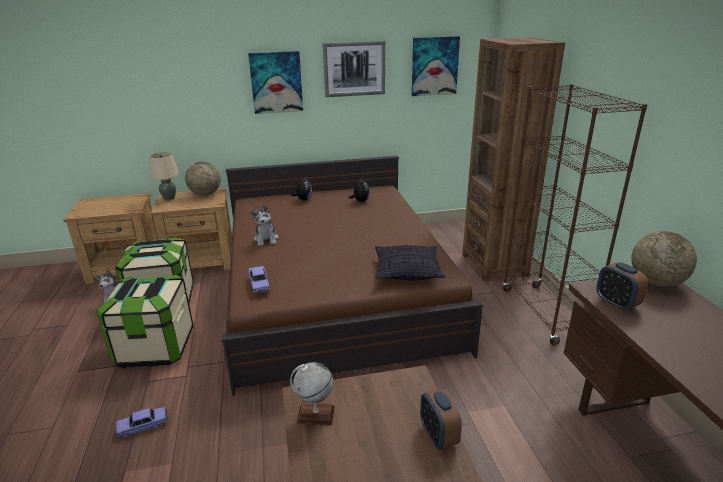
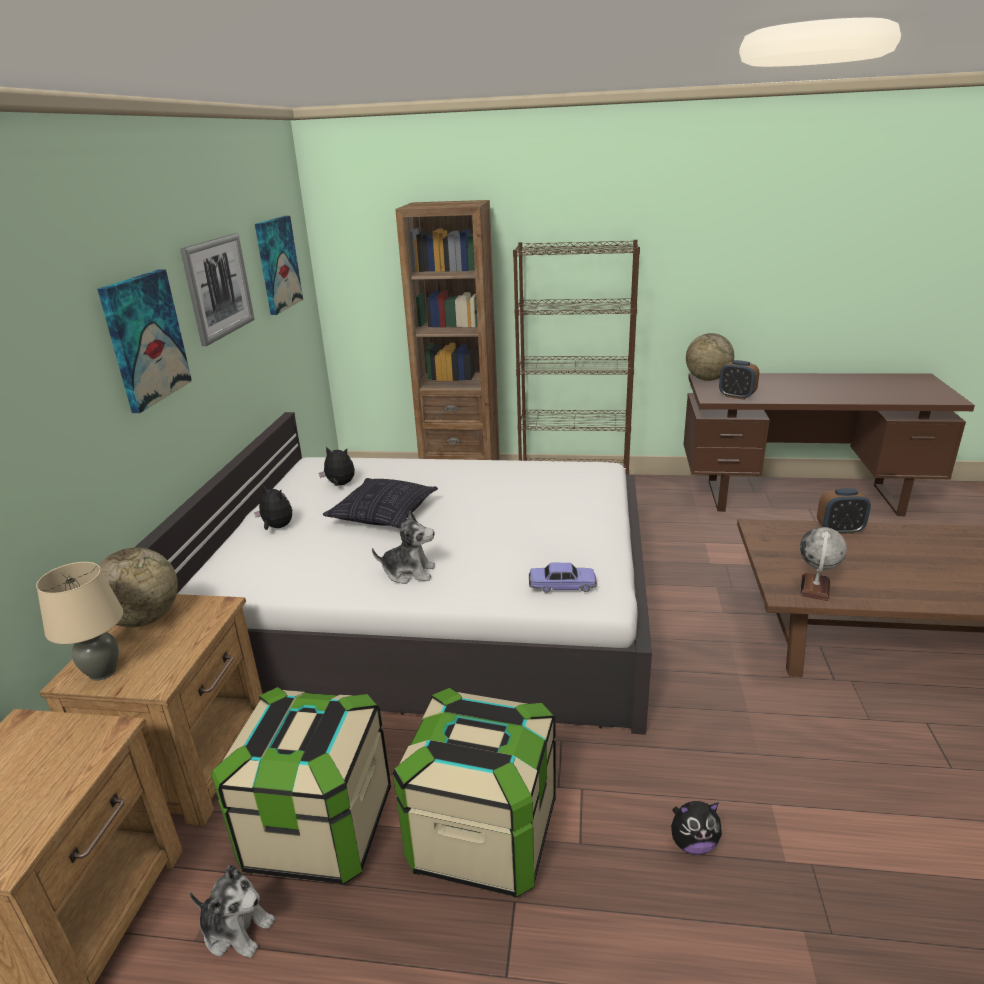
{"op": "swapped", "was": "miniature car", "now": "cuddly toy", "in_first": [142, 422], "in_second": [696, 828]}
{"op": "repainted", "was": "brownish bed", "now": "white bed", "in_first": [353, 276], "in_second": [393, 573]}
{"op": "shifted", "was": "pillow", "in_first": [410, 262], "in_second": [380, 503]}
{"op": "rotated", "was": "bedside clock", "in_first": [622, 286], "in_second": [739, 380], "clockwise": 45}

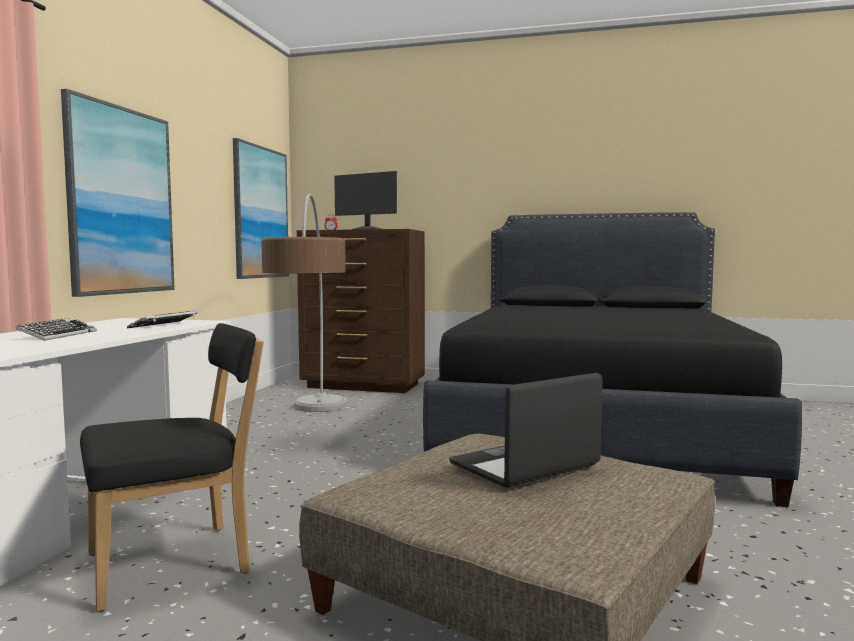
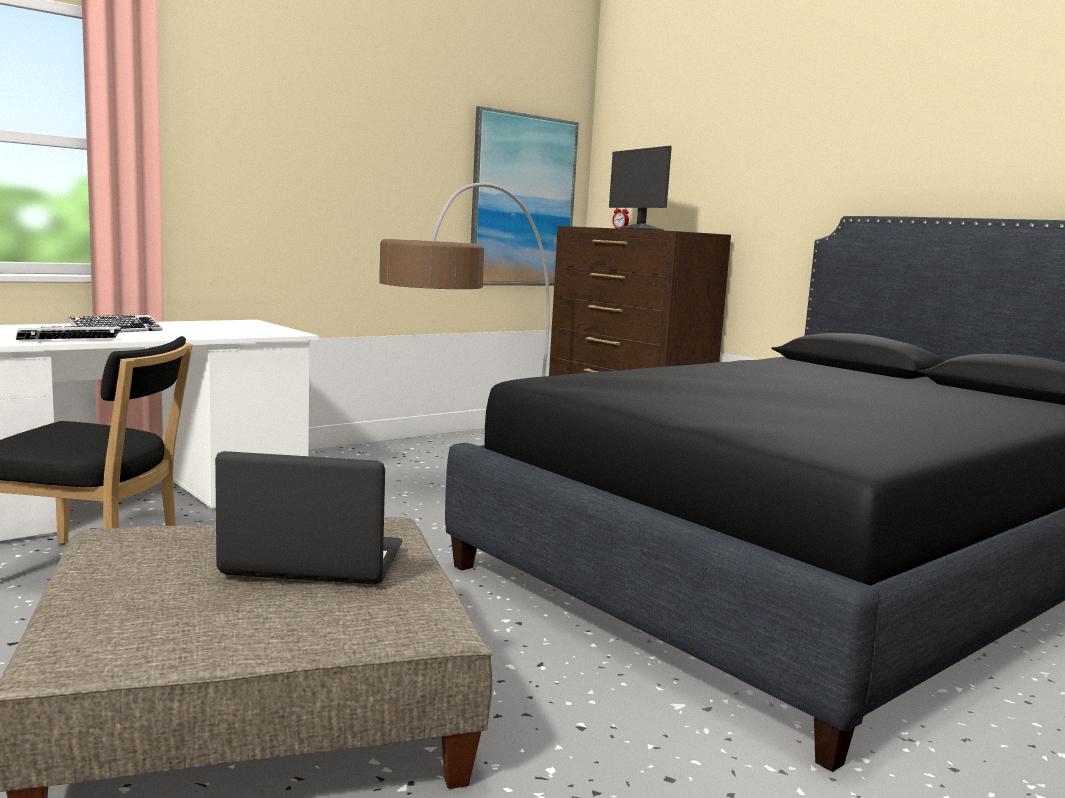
{"op": "gone", "was": "wall picture", "in_first": [118, 193]}
{"op": "shifted", "was": "keyboard", "in_first": [162, 319], "in_second": [68, 333]}

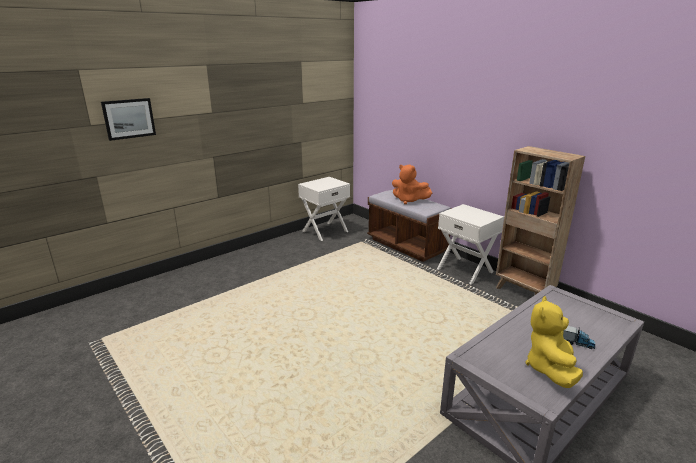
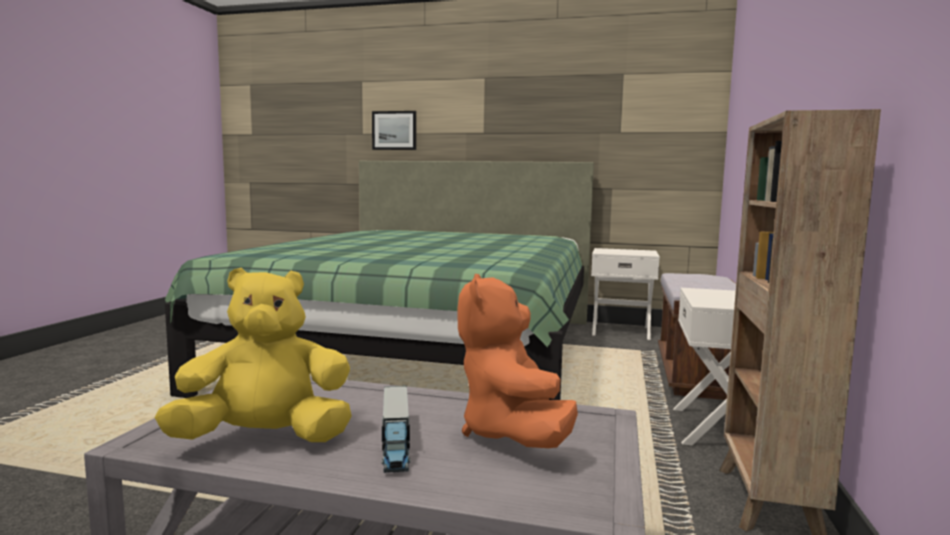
{"op": "shifted", "was": "orange cuddly toy", "in_first": [412, 184], "in_second": [517, 361]}
{"op": "new", "now": "green-coloured bed", "in_second": [379, 280]}

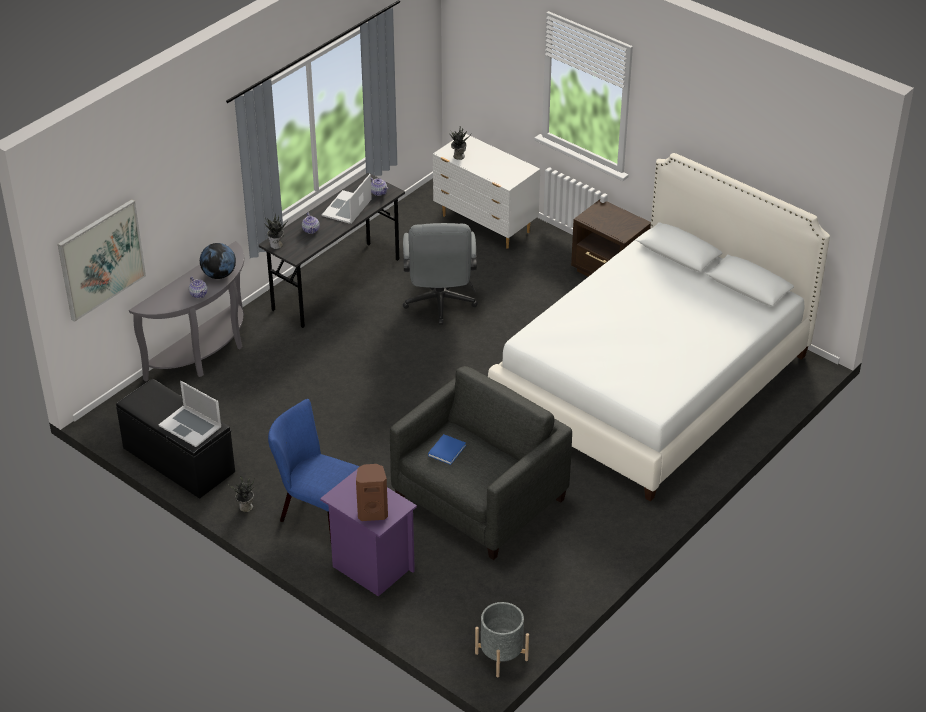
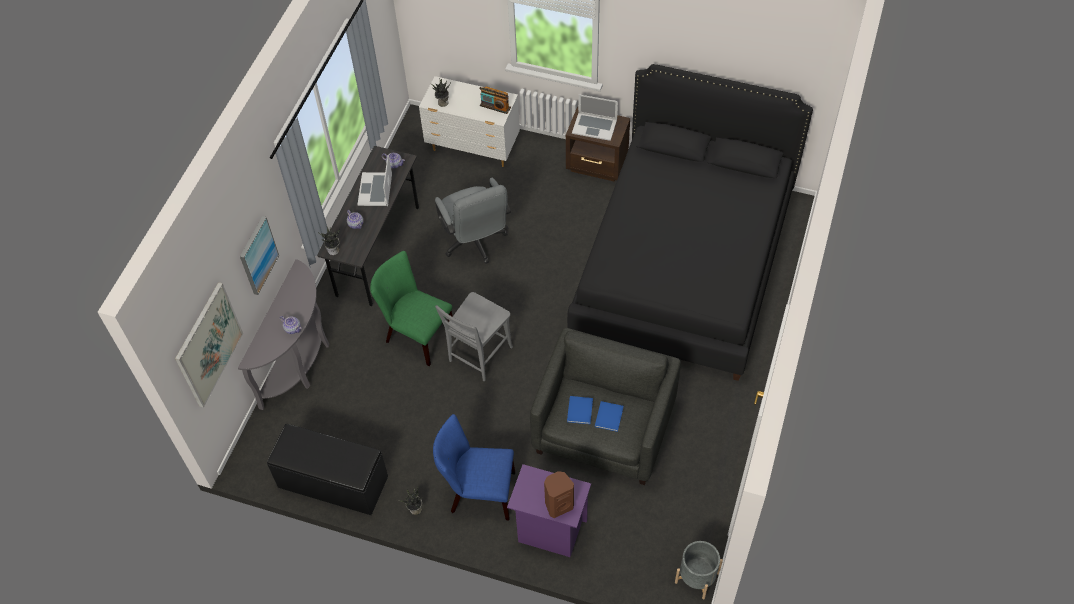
{"op": "shifted", "was": "portable computer", "in_first": [190, 414], "in_second": [595, 117]}
{"op": "gone", "was": "world globe", "in_first": [218, 261]}
{"op": "repainted", "was": "white bed", "now": "black bed", "in_first": [659, 327], "in_second": [690, 222]}
{"op": "new", "now": "wall picture", "in_second": [259, 255]}
{"op": "new", "now": "green-coloured plain chair", "in_second": [411, 308]}
{"op": "new", "now": "gray plain chair", "in_second": [474, 336]}
{"op": "new", "now": "radio set", "in_second": [495, 100]}
{"op": "new", "now": "blue book", "in_second": [609, 416]}

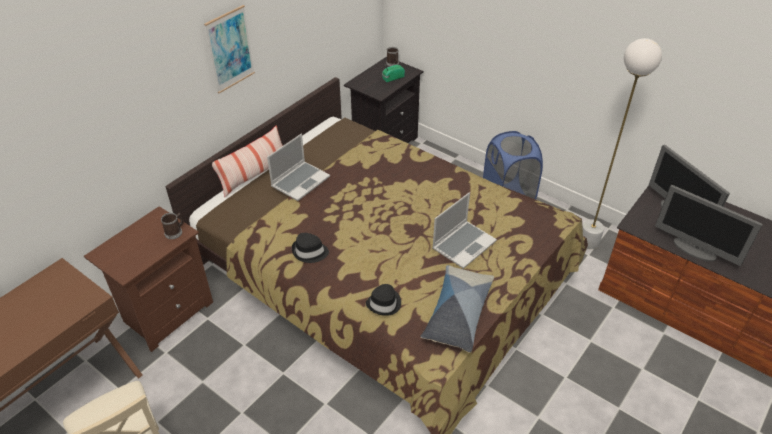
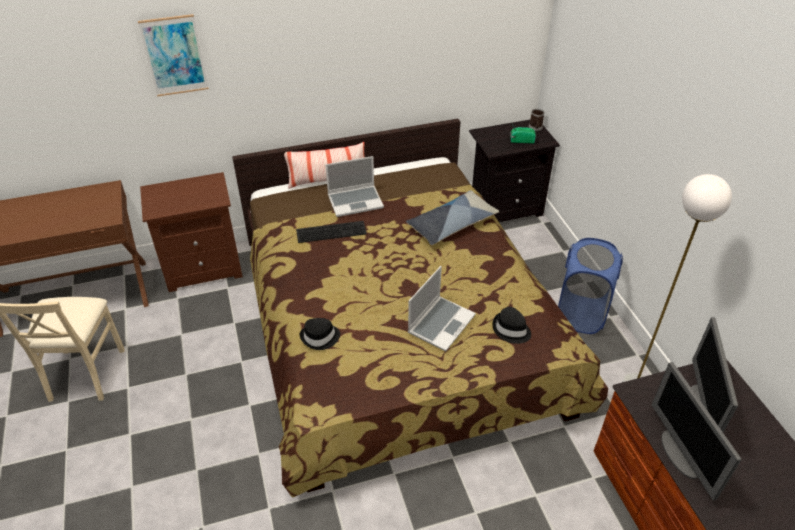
{"op": "gone", "was": "mug", "in_first": [172, 226]}
{"op": "shifted", "was": "wall picture", "in_first": [229, 49], "in_second": [173, 55]}
{"op": "shifted", "was": "black wearable hat", "in_first": [310, 248], "in_second": [511, 325]}
{"op": "shifted", "was": "pillow", "in_first": [457, 309], "in_second": [452, 217]}
{"op": "rotated", "was": "portable computer", "in_first": [464, 230], "in_second": [442, 308], "clockwise": -45}
{"op": "new", "now": "keyboard", "in_second": [331, 232]}

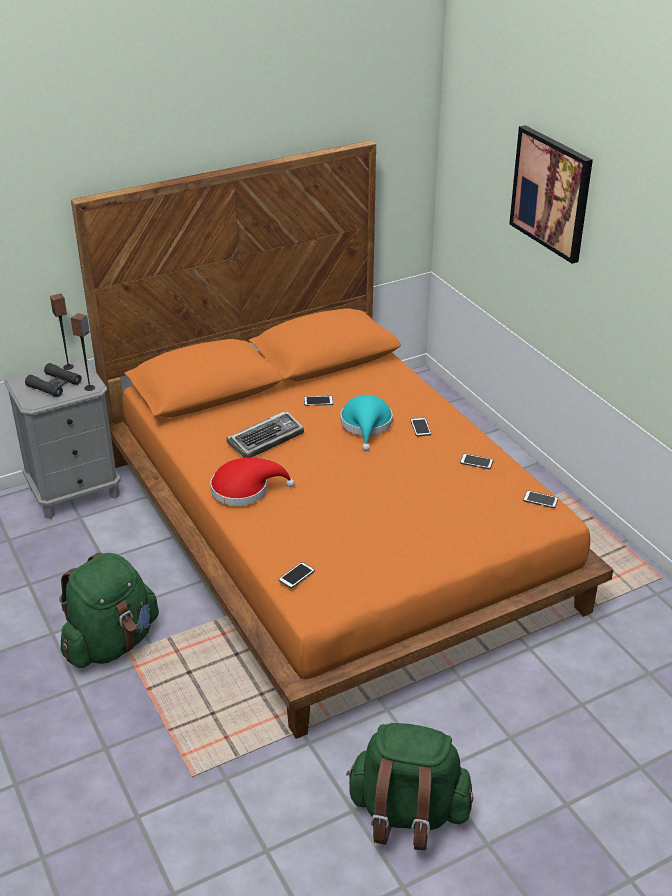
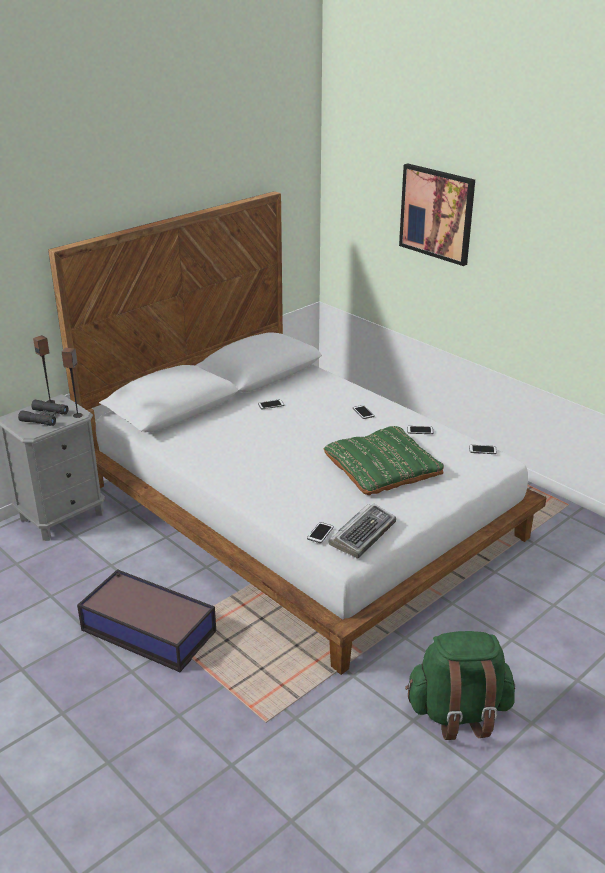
{"op": "swapped", "was": "green-coloured rucksack", "now": "storage box", "in_first": [109, 610], "in_second": [146, 620]}
{"op": "repainted", "was": "orange bed", "now": "white bed", "in_first": [342, 439], "in_second": [297, 433]}
{"op": "gone", "was": "red-coloured wearable hat", "in_first": [252, 482]}
{"op": "shifted", "was": "keyboard", "in_first": [265, 435], "in_second": [362, 531]}
{"op": "gone", "was": "turquoise-coloured wearable hat", "in_first": [366, 423]}
{"op": "new", "now": "green-coloured pillow", "in_second": [383, 460]}

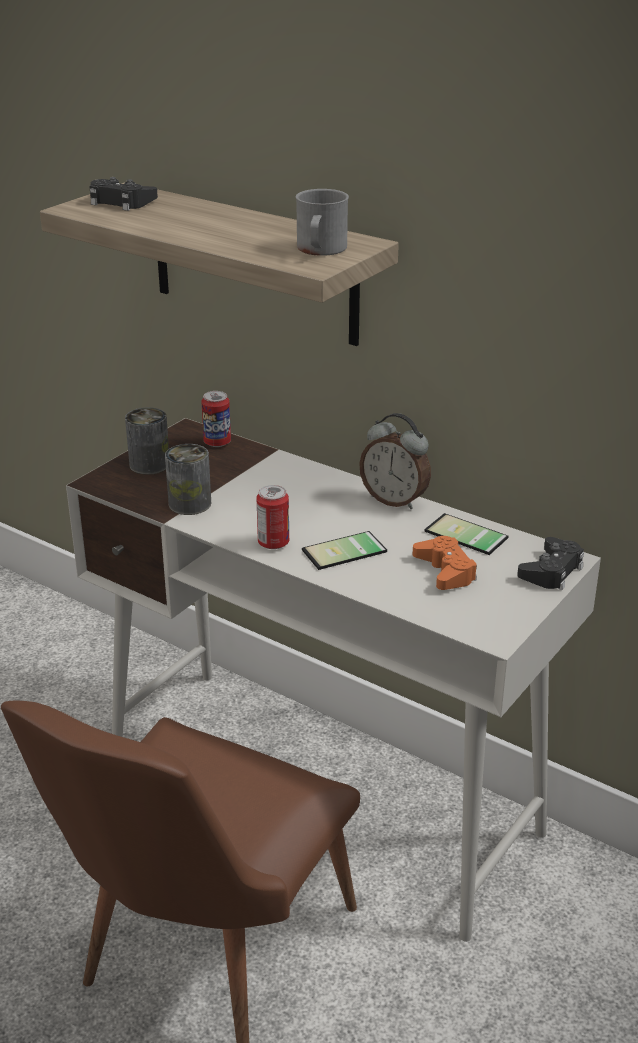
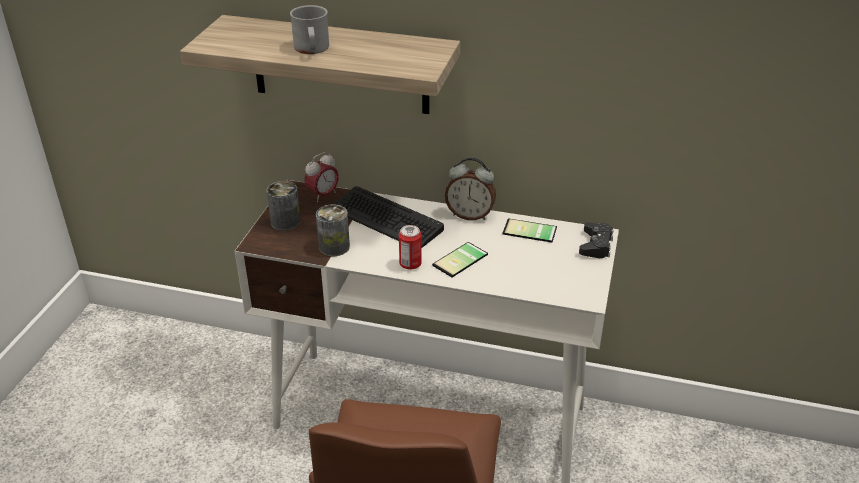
{"op": "gone", "was": "black game controller", "in_first": [123, 194]}
{"op": "swapped", "was": "sealed can", "now": "bedside clock", "in_first": [216, 419], "in_second": [321, 177]}
{"op": "shifted", "was": "gray mug", "in_first": [322, 222], "in_second": [309, 29]}
{"op": "gone", "was": "orange game controller", "in_first": [445, 563]}
{"op": "new", "now": "keyboard", "in_second": [388, 217]}

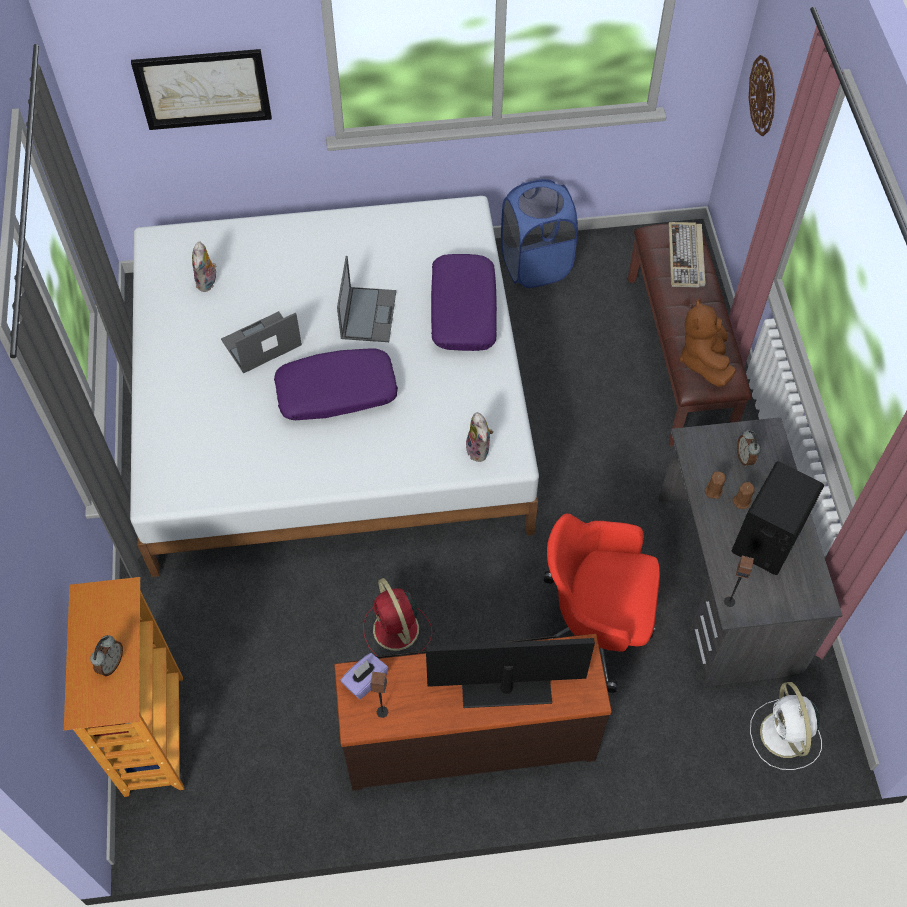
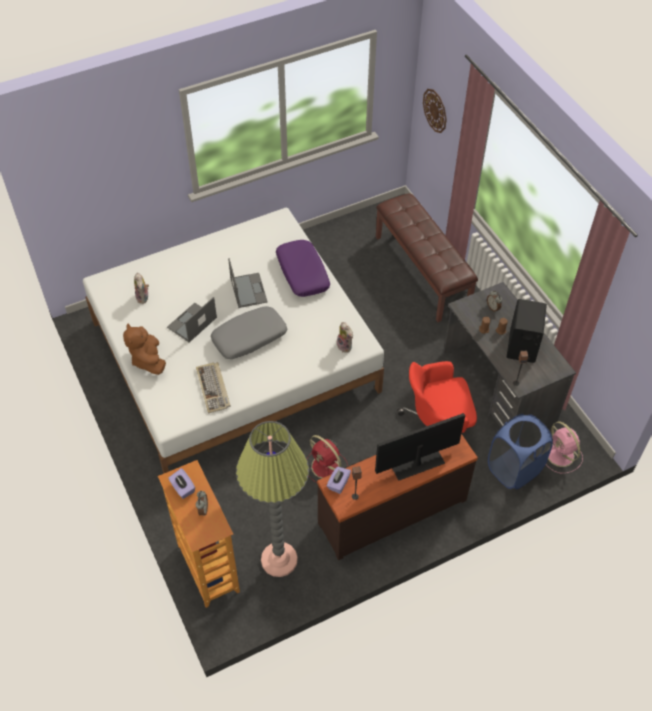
{"op": "gone", "was": "wall picture", "in_first": [201, 89]}
{"op": "repainted", "was": "purple pillow", "now": "gray pillow", "in_first": [336, 384], "in_second": [249, 332]}
{"op": "shifted", "was": "blue hamper", "in_first": [539, 233], "in_second": [520, 452]}
{"op": "shifted", "was": "keyboard", "in_first": [686, 255], "in_second": [213, 387]}
{"op": "shifted", "was": "brownish cuddly toy", "in_first": [707, 342], "in_second": [144, 349]}
{"op": "repainted", "was": "white fan", "now": "pink fan", "in_first": [786, 726], "in_second": [564, 447]}
{"op": "new", "now": "purple tissue holder", "in_second": [181, 483]}
{"op": "new", "now": "floor lamp", "in_second": [272, 499]}

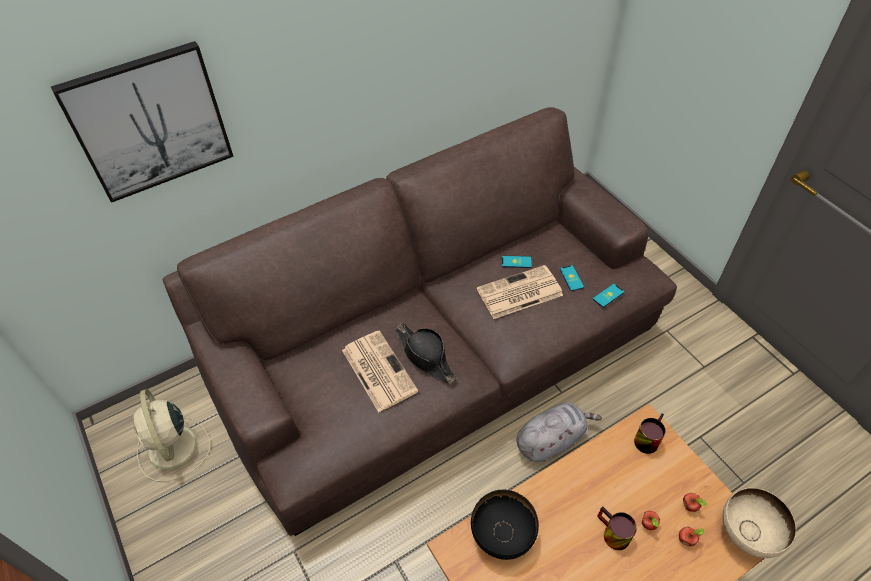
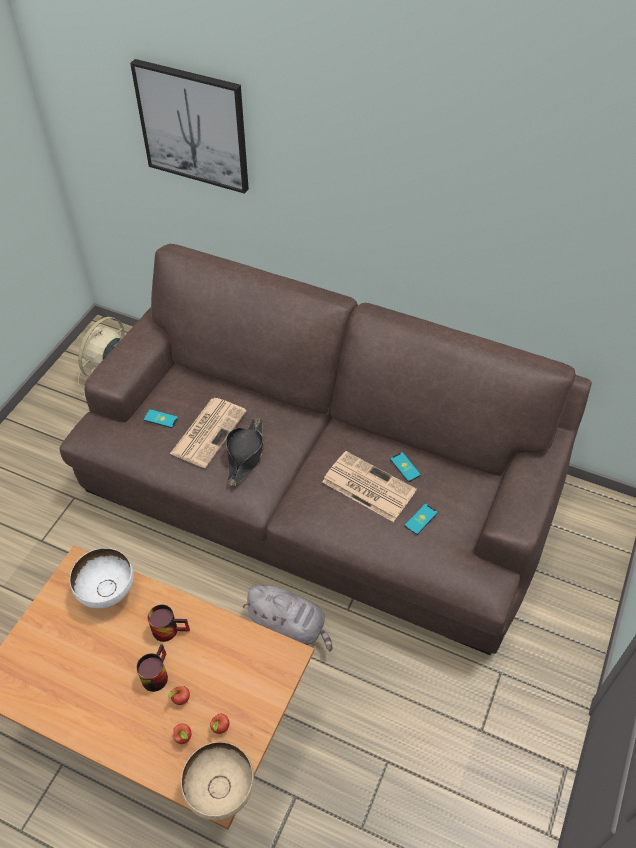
{"op": "repainted", "was": "black deep dish", "now": "white deep dish", "in_first": [505, 525], "in_second": [102, 578]}
{"op": "shifted", "was": "phone", "in_first": [608, 295], "in_second": [161, 418]}
{"op": "shifted", "was": "mug", "in_first": [650, 434], "in_second": [169, 623]}

